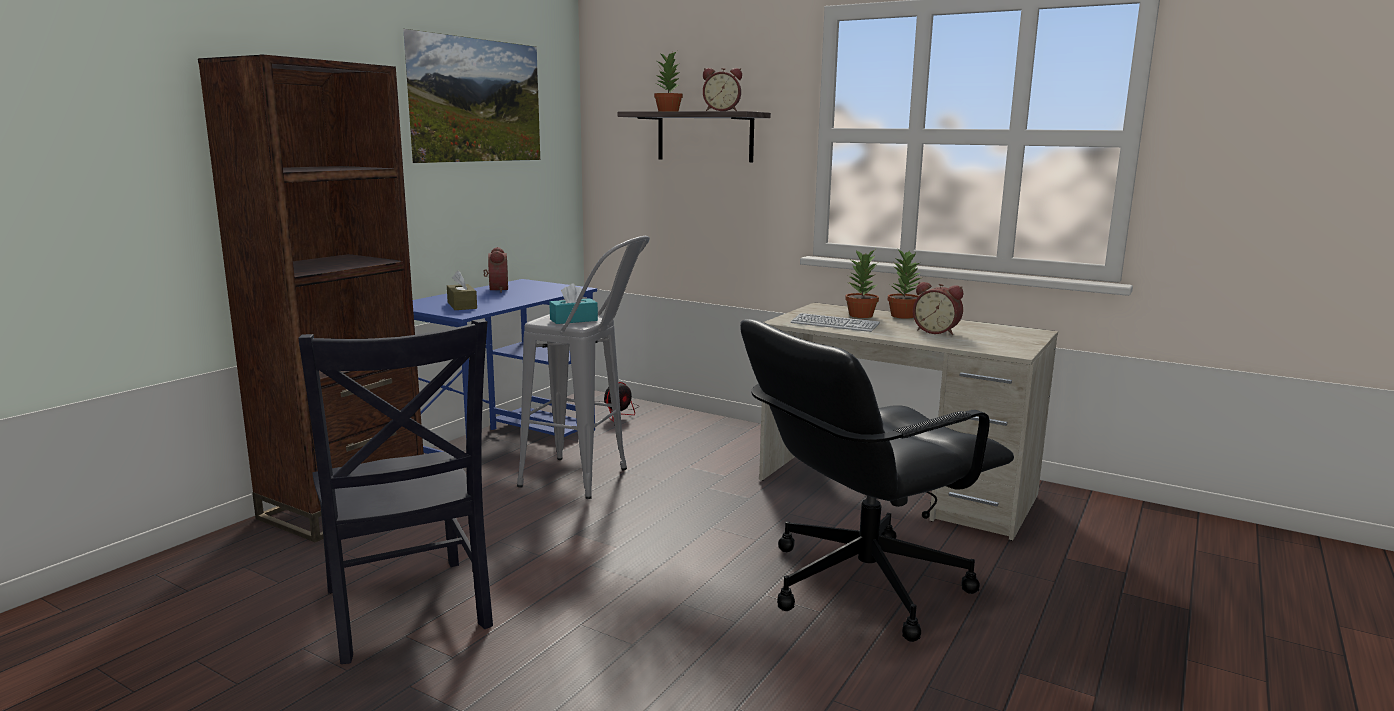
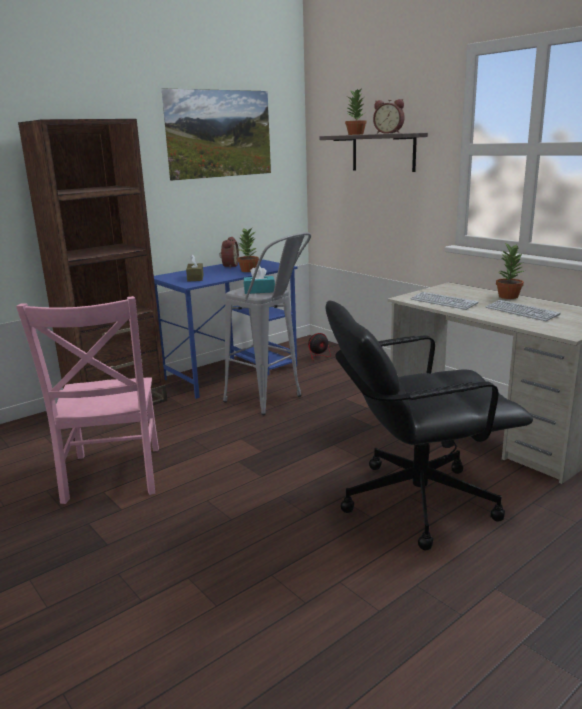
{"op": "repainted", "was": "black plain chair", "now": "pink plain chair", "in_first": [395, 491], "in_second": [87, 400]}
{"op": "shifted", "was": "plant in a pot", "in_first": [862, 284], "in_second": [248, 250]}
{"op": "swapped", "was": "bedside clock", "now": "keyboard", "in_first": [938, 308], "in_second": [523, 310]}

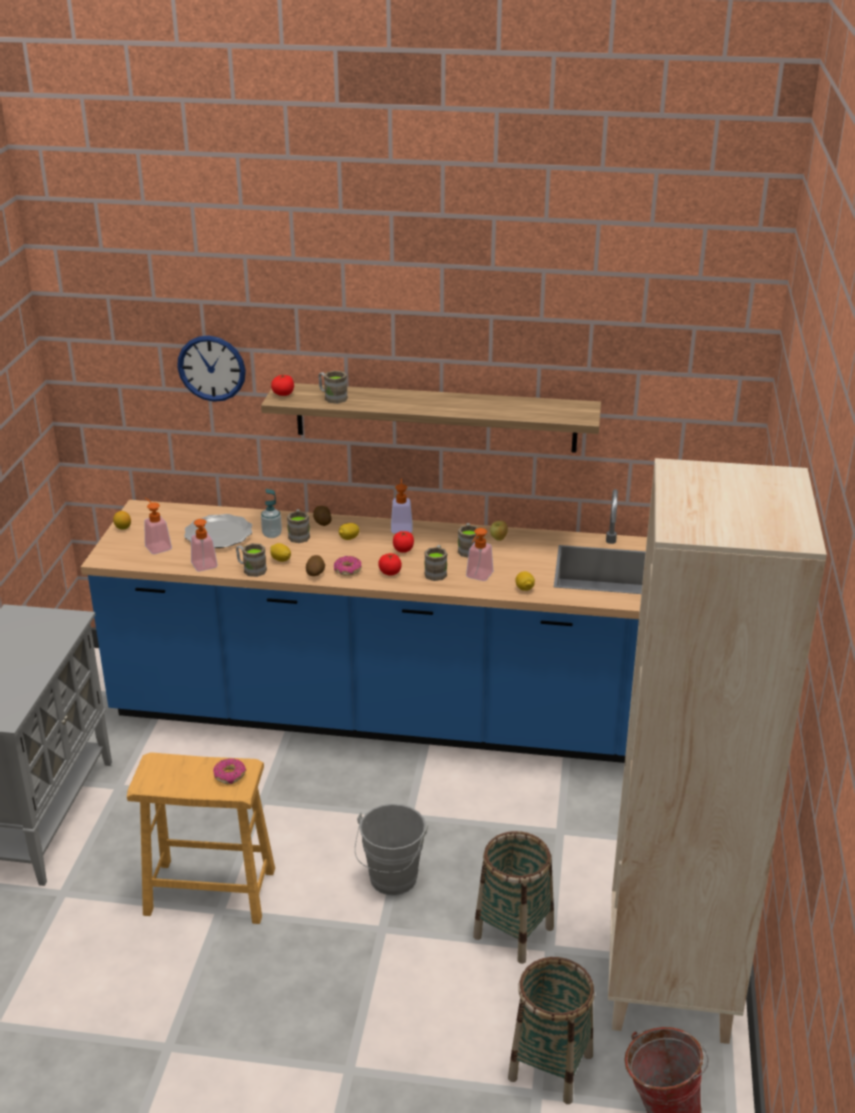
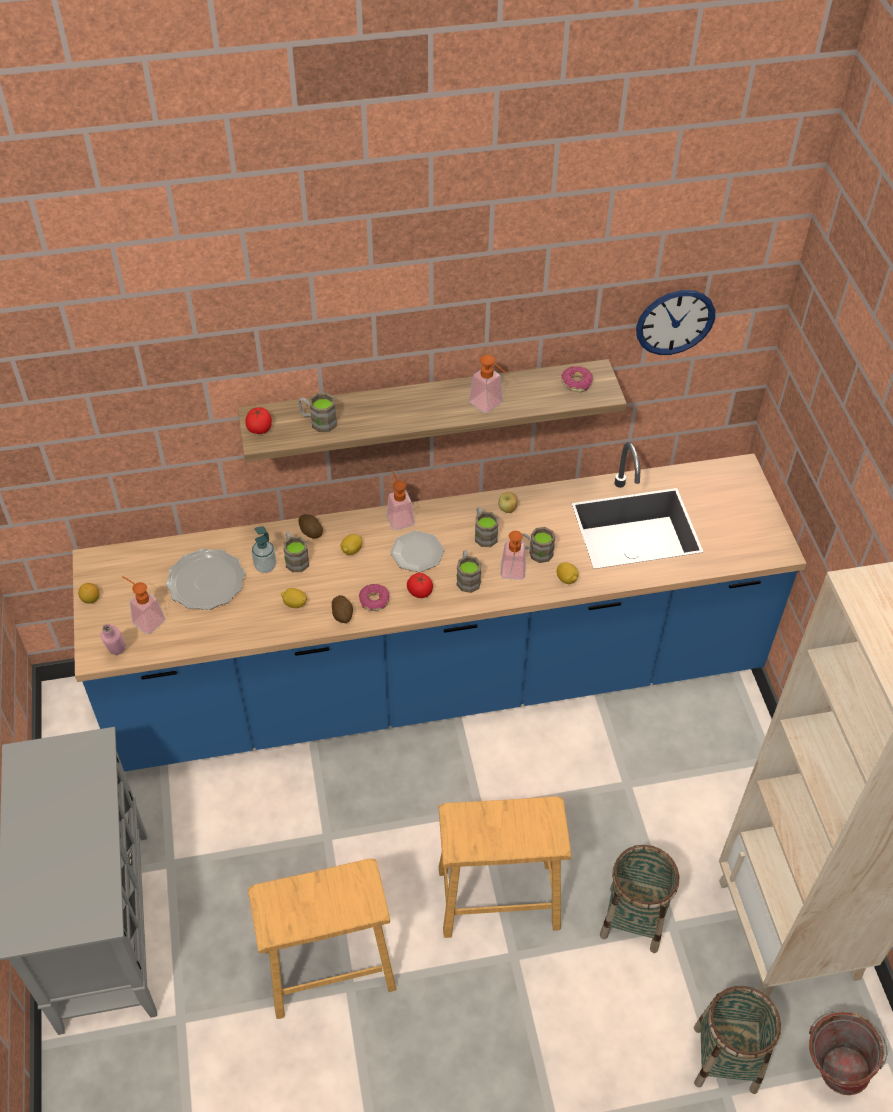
{"op": "shifted", "was": "wall clock", "in_first": [211, 369], "in_second": [675, 322]}
{"op": "shifted", "was": "soap bottle", "in_first": [204, 545], "in_second": [487, 384]}
{"op": "shifted", "was": "donut", "in_first": [229, 771], "in_second": [577, 379]}
{"op": "shifted", "was": "brownish mug", "in_first": [251, 560], "in_second": [537, 545]}
{"op": "swapped", "was": "gray pail", "now": "brownish stool seat", "in_first": [391, 850], "in_second": [505, 867]}
{"op": "swapped", "was": "fresh tomato", "now": "plate", "in_first": [403, 542], "in_second": [417, 551]}
{"op": "new", "now": "pink bottle", "in_second": [113, 639]}

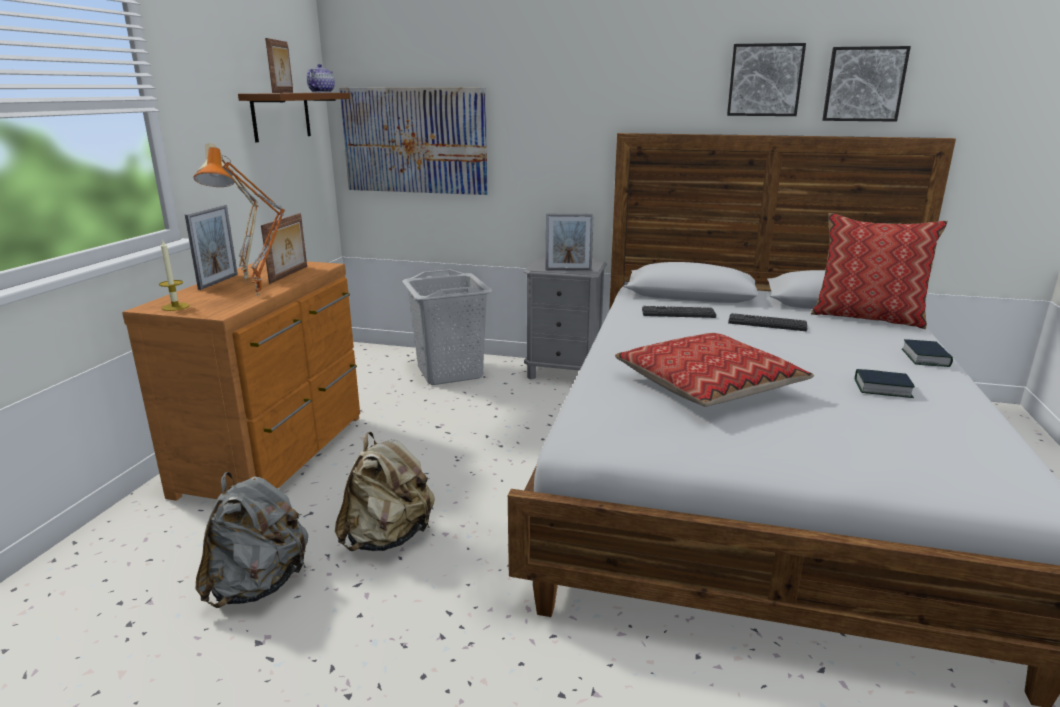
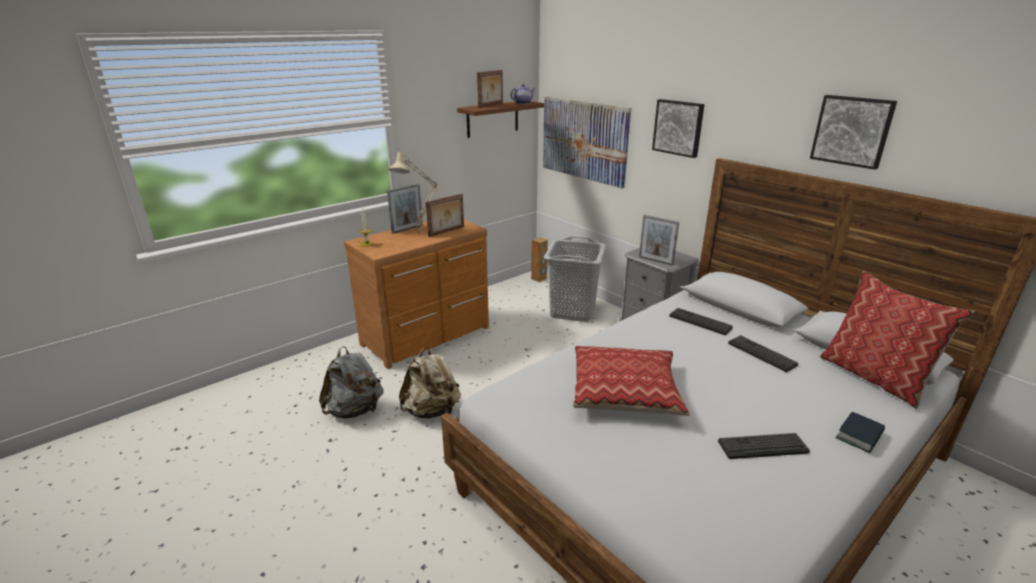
{"op": "gone", "was": "orange table lamp", "in_first": [239, 221]}
{"op": "shifted", "was": "wall picture", "in_first": [866, 84], "in_second": [678, 128]}
{"op": "swapped", "was": "book", "now": "keyboard", "in_first": [885, 383], "in_second": [764, 446]}
{"op": "new", "now": "brownish loudspeaker", "in_second": [539, 259]}

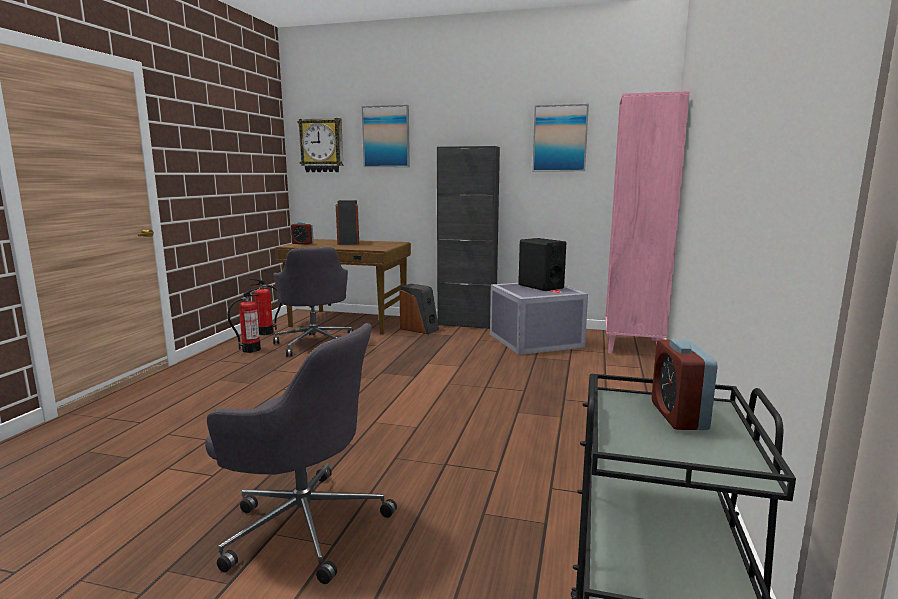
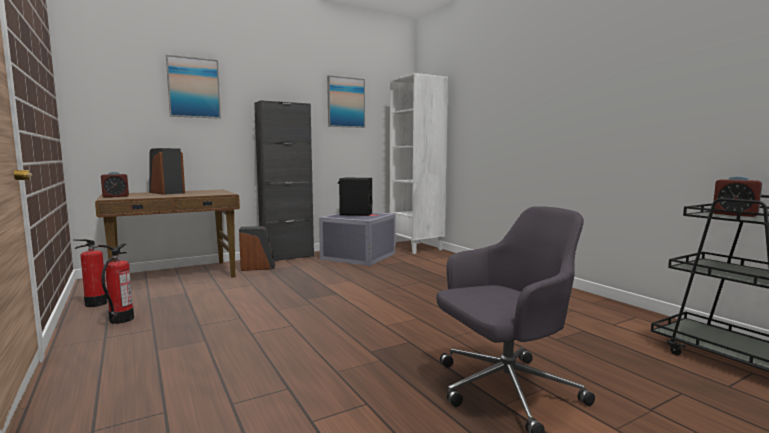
{"op": "gone", "was": "gray desk chair", "in_first": [313, 302]}
{"op": "gone", "was": "wall clock", "in_first": [320, 145]}
{"op": "repainted", "was": "pink bookshelf", "now": "white bookshelf", "in_first": [647, 222], "in_second": [418, 163]}

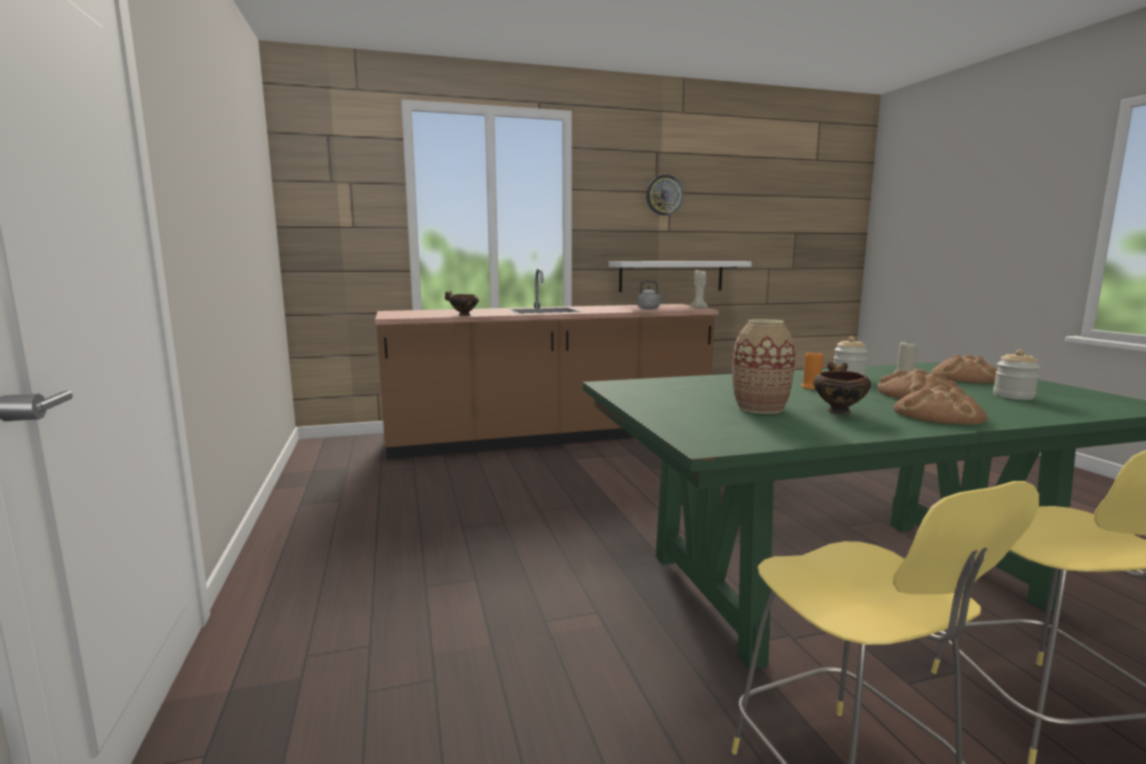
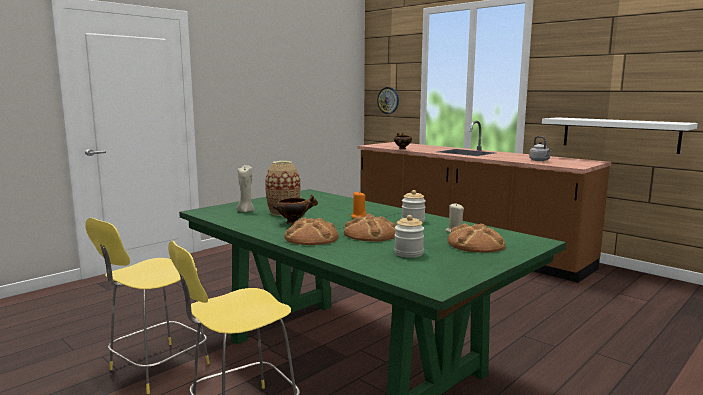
{"op": "shifted", "was": "wall clock", "in_first": [664, 195], "in_second": [388, 100]}
{"op": "shifted", "was": "sand-coloured candle", "in_first": [699, 289], "in_second": [246, 188]}

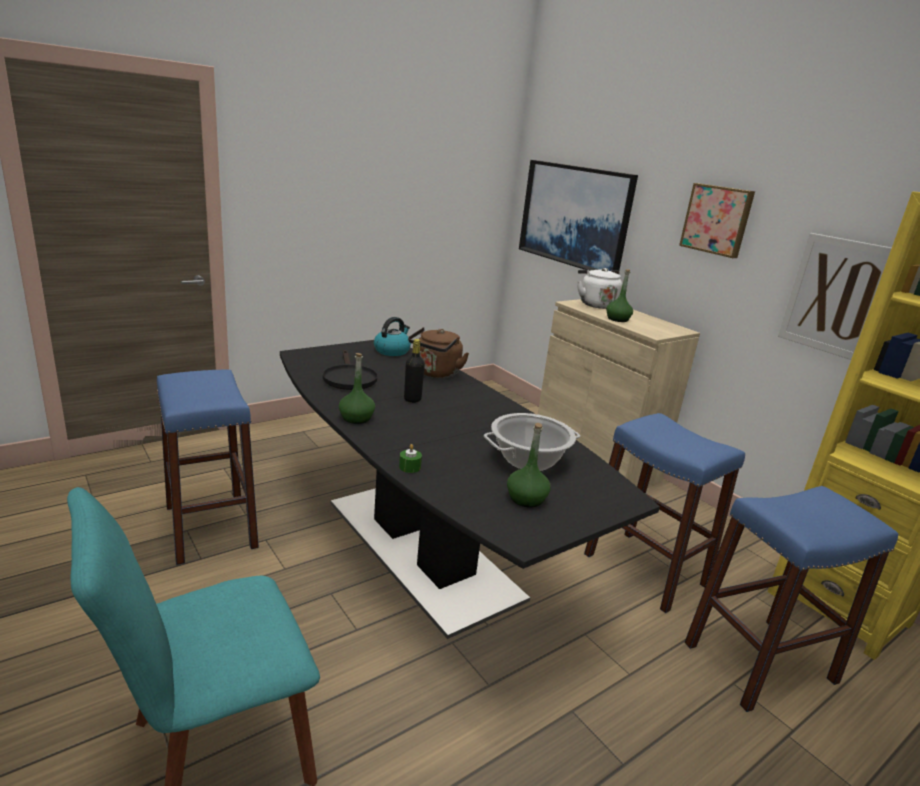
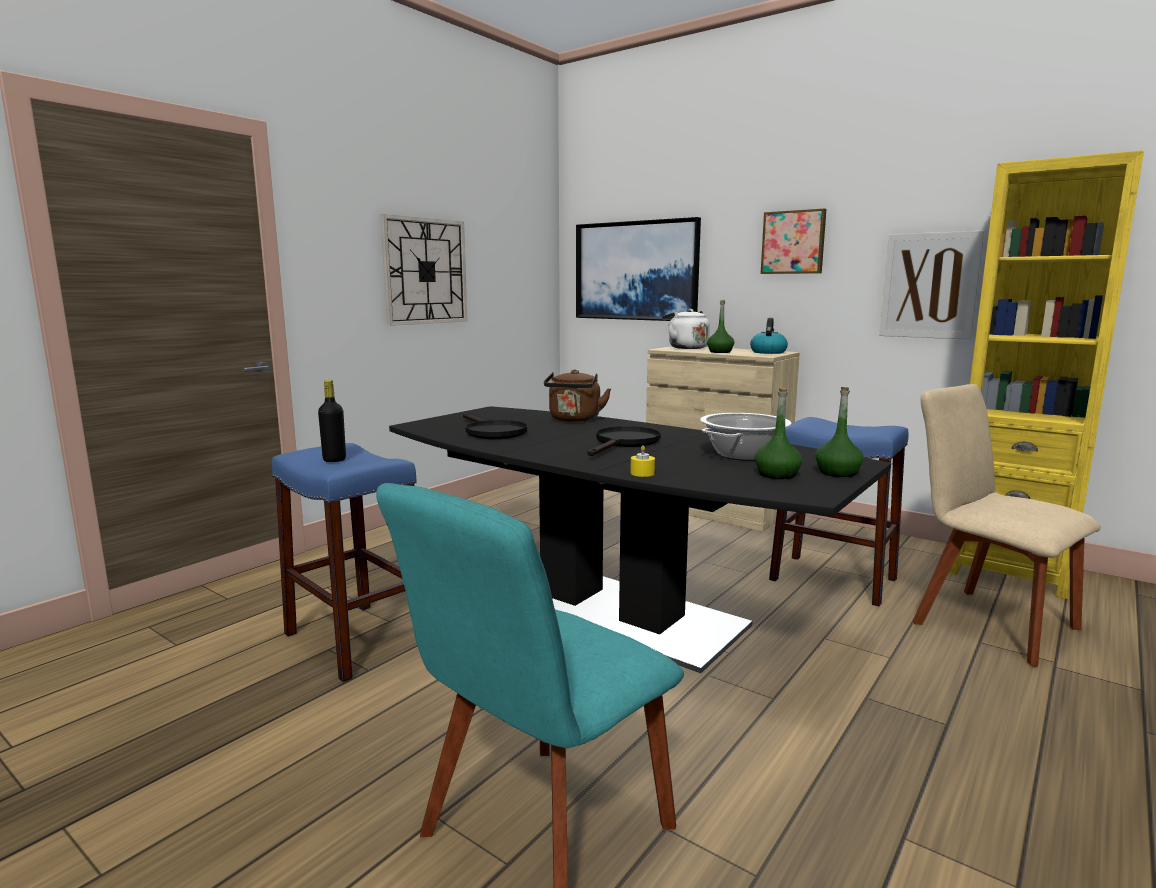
{"op": "shifted", "was": "green-coloured bottle", "in_first": [357, 388], "in_second": [839, 432]}
{"op": "shifted", "was": "water kettle", "in_first": [392, 336], "in_second": [769, 336]}
{"op": "repainted", "was": "green-coloured candle", "now": "yellow-coloured candle", "in_first": [410, 458], "in_second": [642, 461]}
{"op": "shifted", "was": "black bottle", "in_first": [414, 371], "in_second": [332, 421]}
{"op": "swapped", "was": "blue stool seat", "now": "sand-coloured plain chair", "in_first": [791, 599], "in_second": [1007, 525]}
{"op": "new", "now": "wall clock", "in_second": [424, 270]}
{"op": "new", "now": "black frying pan", "in_second": [624, 441]}

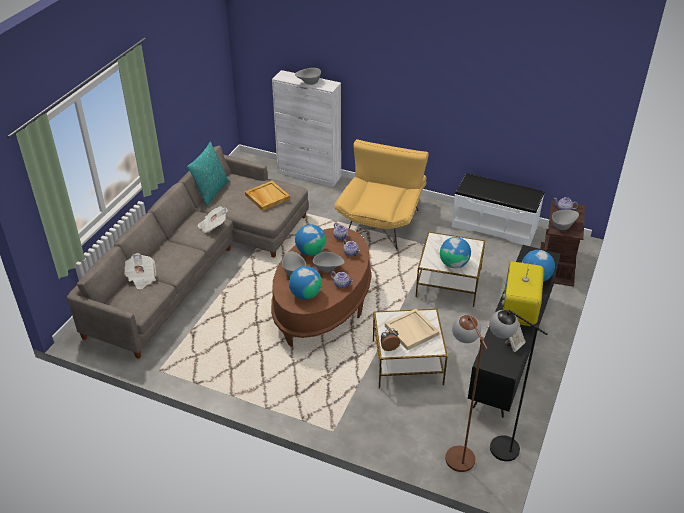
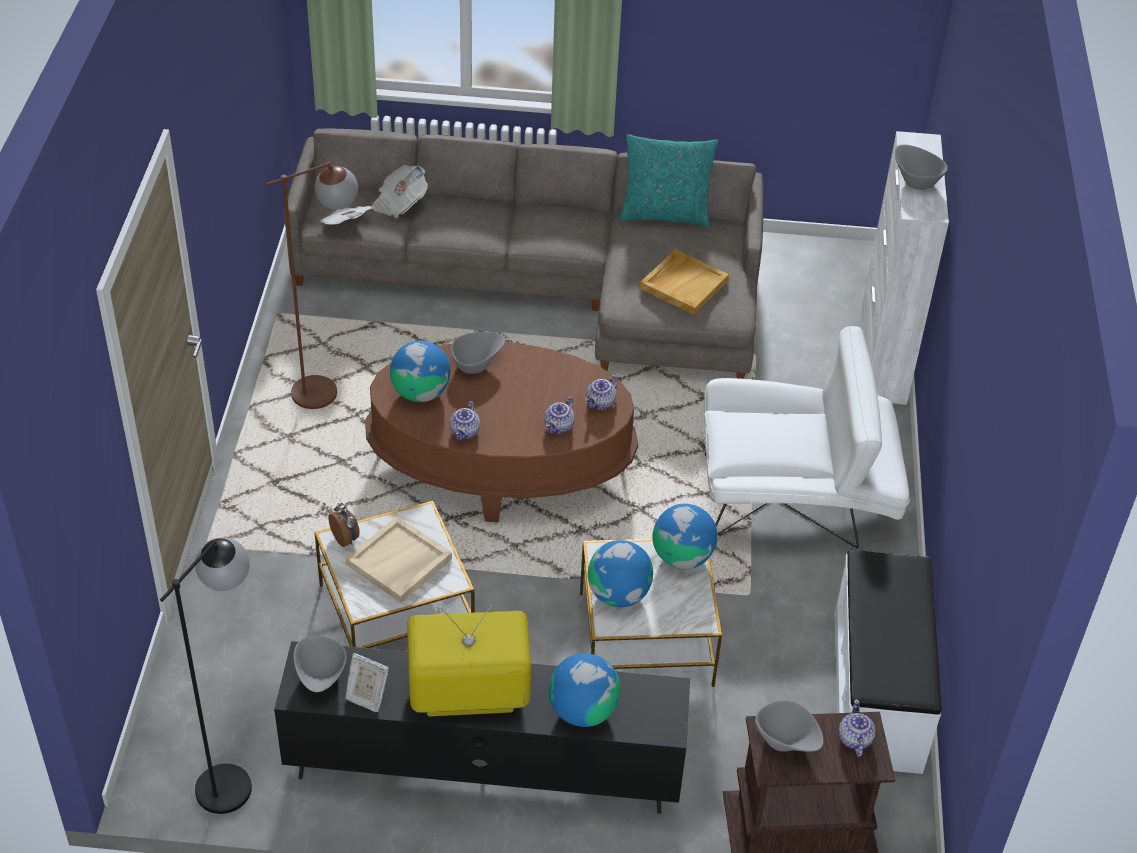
{"op": "shifted", "was": "printed paper", "in_first": [213, 219], "in_second": [345, 215]}
{"op": "shifted", "was": "world globe", "in_first": [310, 240], "in_second": [685, 536]}
{"op": "shifted", "was": "gray deep dish", "in_first": [328, 262], "in_second": [319, 663]}
{"op": "repainted", "was": "yellow-coloured armchair", "now": "white armchair", "in_first": [381, 194], "in_second": [807, 437]}
{"op": "shifted", "was": "brownish floor lamp", "in_first": [466, 393], "in_second": [312, 285]}

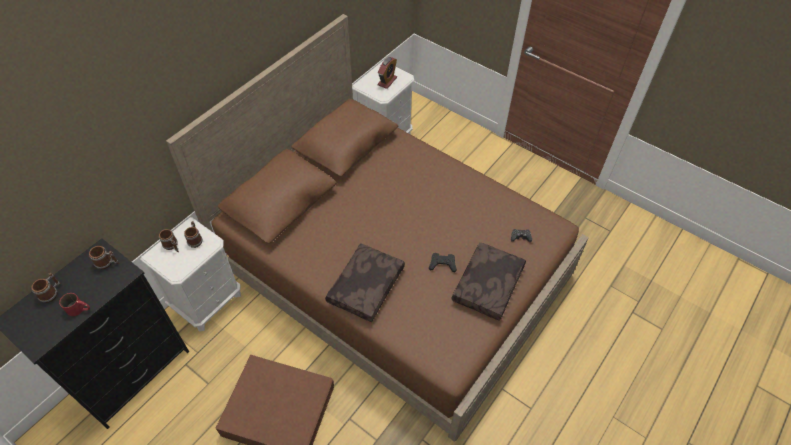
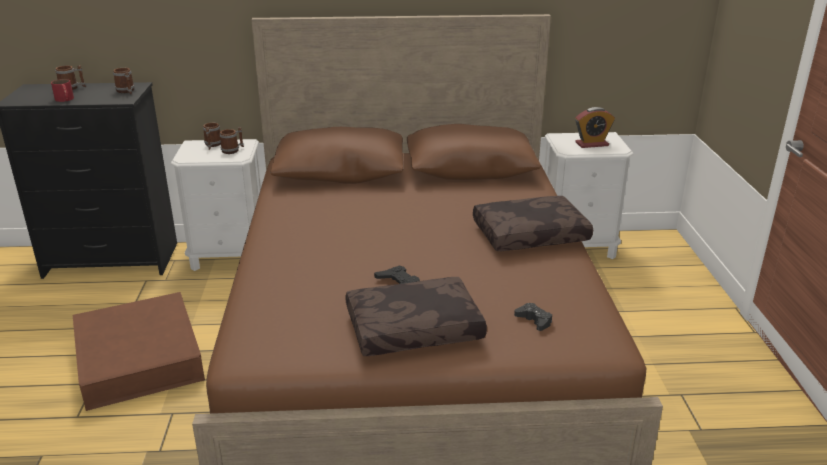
{"op": "shifted", "was": "brownish pillow", "in_first": [365, 282], "in_second": [533, 223]}

